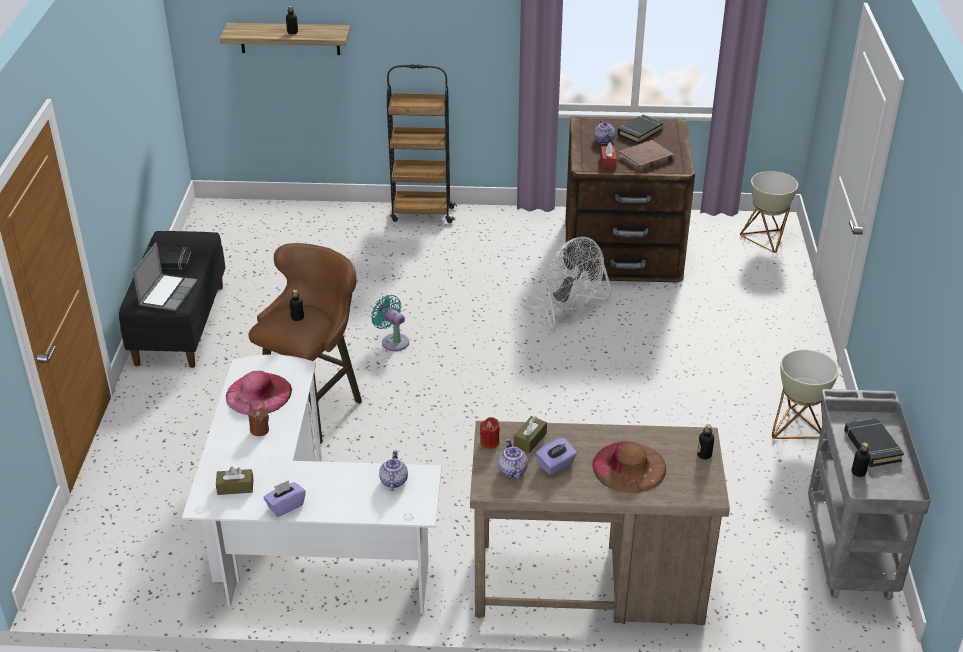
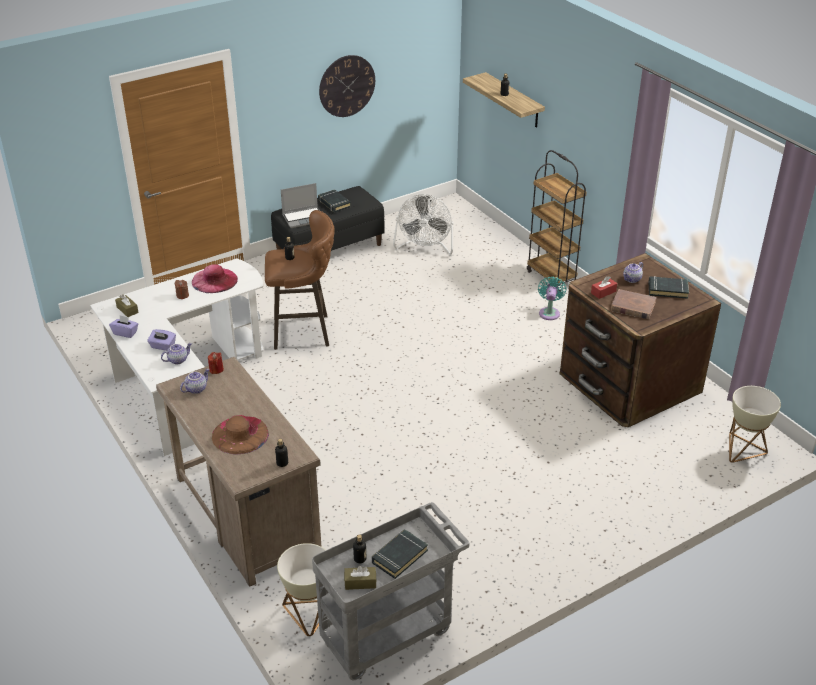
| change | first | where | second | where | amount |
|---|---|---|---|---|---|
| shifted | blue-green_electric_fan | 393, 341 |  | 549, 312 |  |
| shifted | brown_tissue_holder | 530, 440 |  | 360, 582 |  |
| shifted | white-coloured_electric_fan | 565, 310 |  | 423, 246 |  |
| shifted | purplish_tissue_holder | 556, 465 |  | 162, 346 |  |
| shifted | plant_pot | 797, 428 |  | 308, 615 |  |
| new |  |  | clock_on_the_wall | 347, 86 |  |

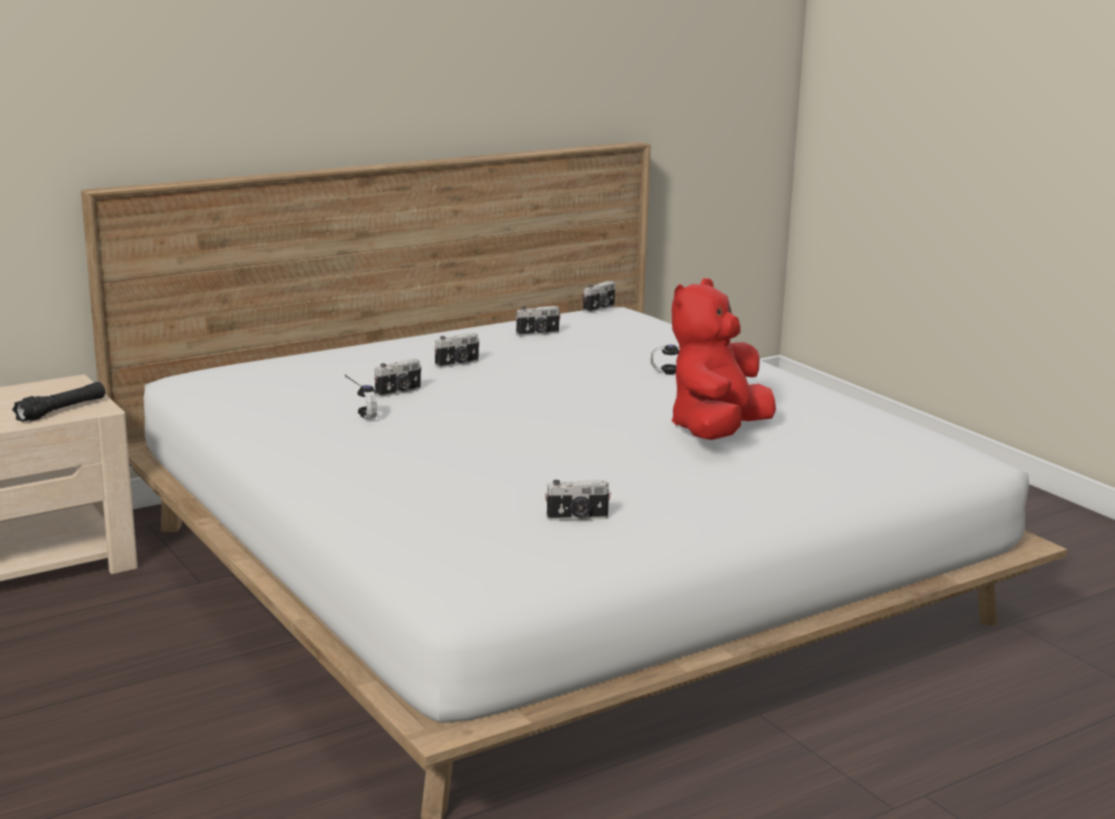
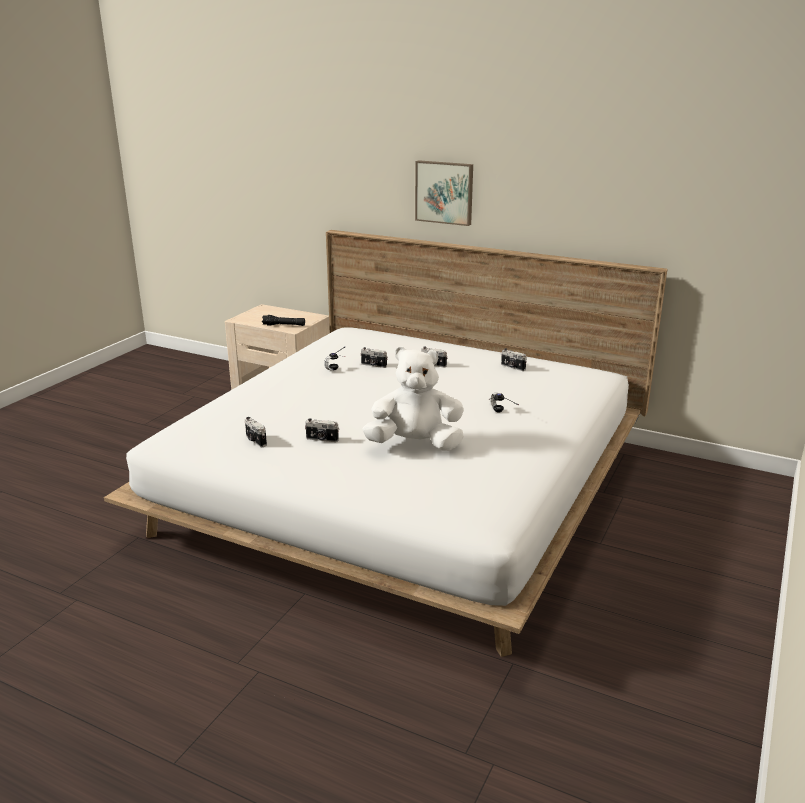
| change | first | where | second | where | amount |
|---|---|---|---|---|---|
| shifted | still_camera | 600, 308 |  | 322, 439 |  |
| repainted | red_cuddly_toy | 717, 432 | white-coloured_cuddly_toy | 415, 444 |  |
| new |  |  | picture | 444, 192 |  |

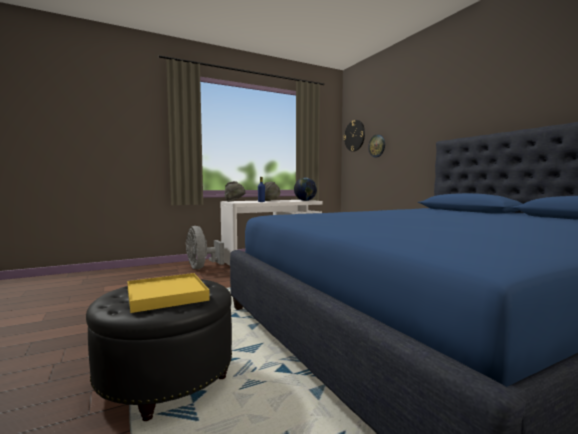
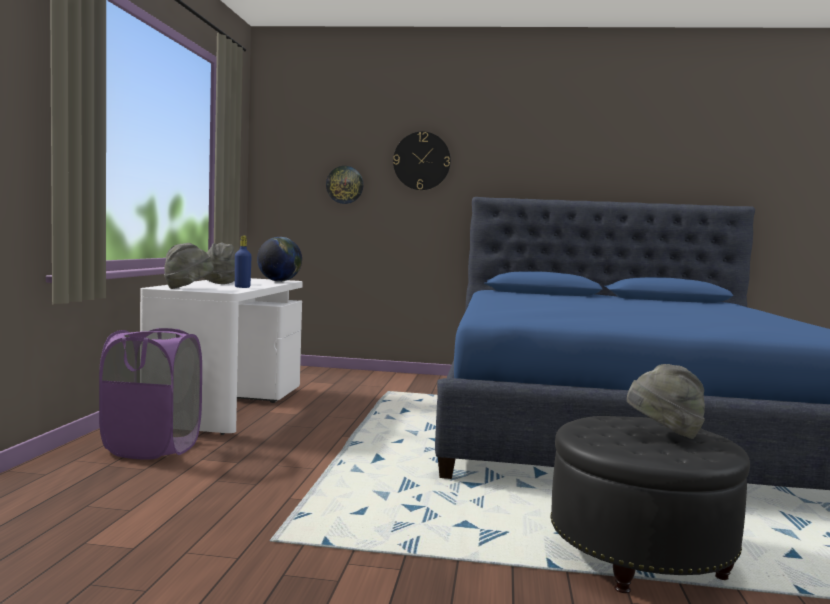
| change | first | where | second | where | amount |
|---|---|---|---|---|---|
| swapped | yellow-coloured_serving_tray | 166, 295 | grey_wearable_hat | 664, 435 |  |
| swapped | grey_electric_fan | 201, 267 | purplish_laundry_basket | 152, 448 |  |
| shifted | clock_on_the_wall | 354, 135 |  | 422, 161 |  |

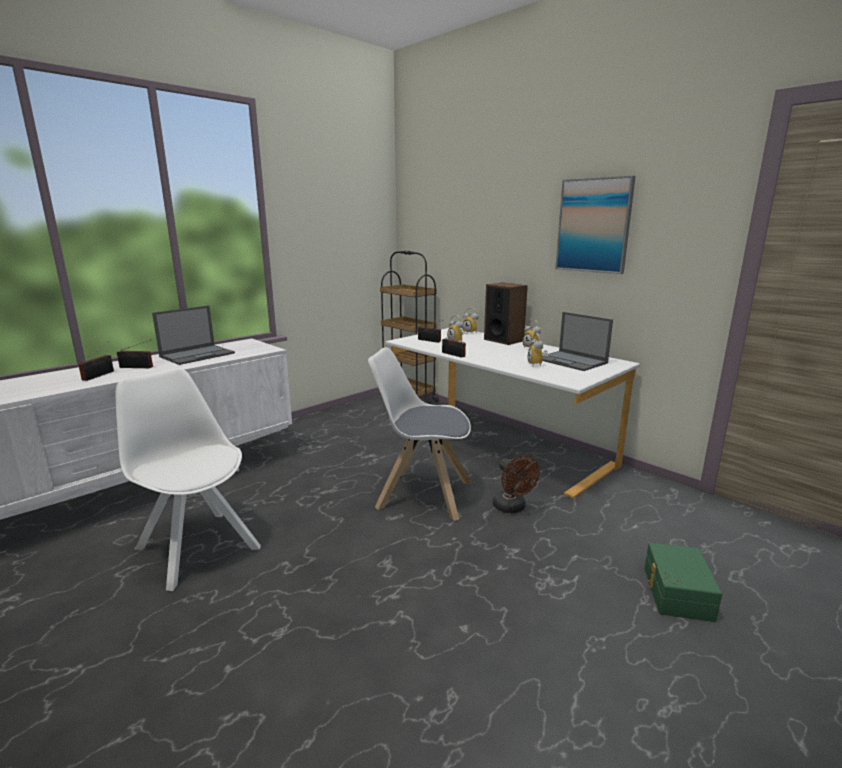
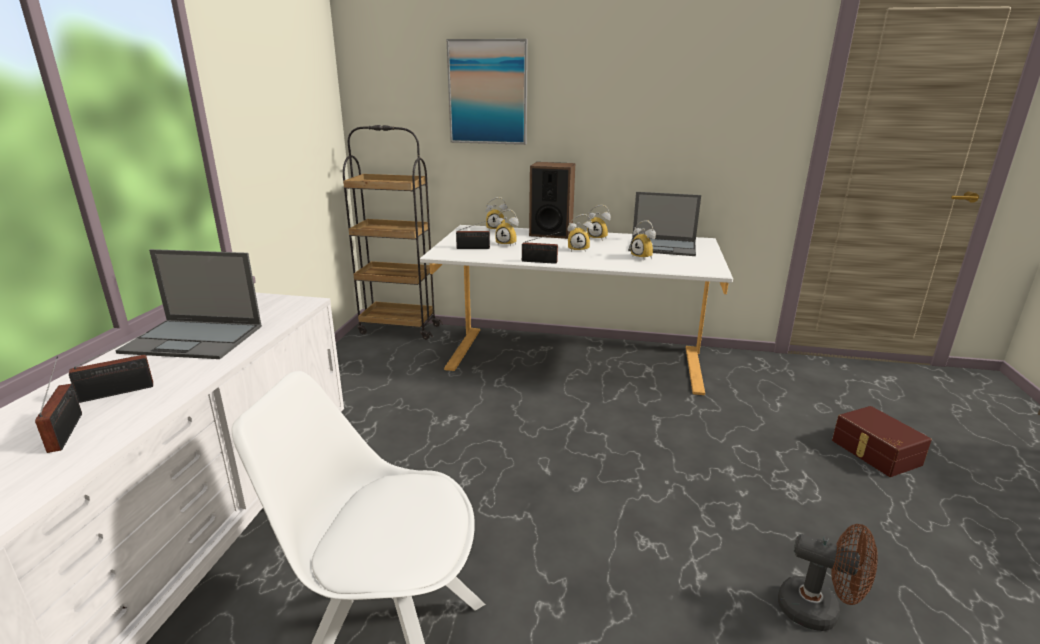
| change | first | where | second | where | amount |
|---|---|---|---|---|---|
| rotated | laptop | 198, 355 |  | 195, 339 | 90 degrees clockwise |
| gone | plain_chair | 421, 494 |  |  |  |
| shifted | brown_electric_fan | 512, 508 |  | 818, 611 |  |
| shifted | picture | 593, 225 |  | 488, 92 |  |
| repainted | green-coloured_storage_box | 675, 593 | brown_storage_box | 874, 453 |  |
| new |  |  | table_clock | 578, 249 |  |

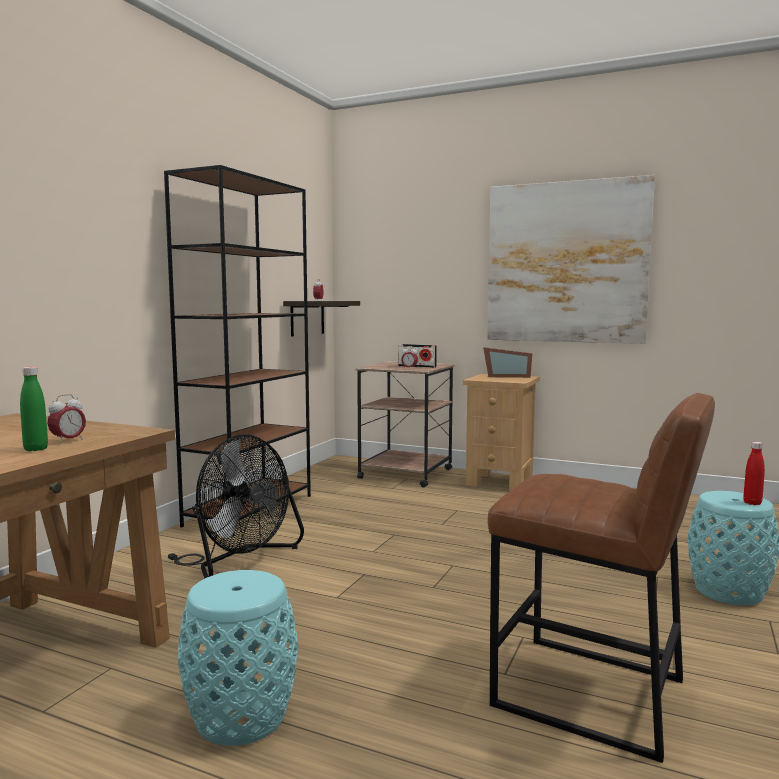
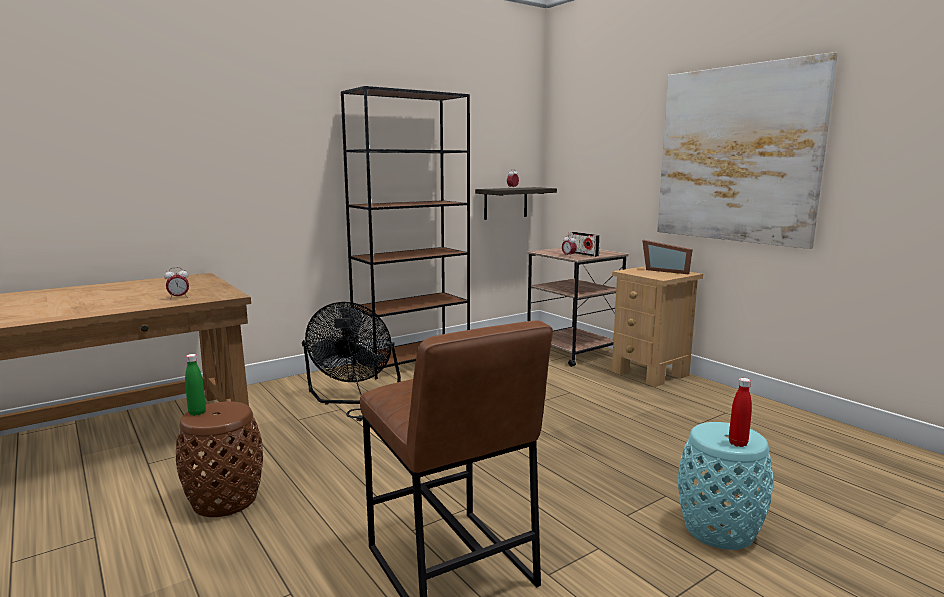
| change | first | where | second | where | amount |
|---|---|---|---|---|---|
| shifted | green-coloured_bottle | 36, 449 |  | 197, 413 |  |
| rotated | blackish_electric_fan | 235, 563 |  | 351, 399 | 150 degrees counterclockwise |
| repainted | blue-green_stool | 241, 718 | brown_stool | 224, 501 |  |

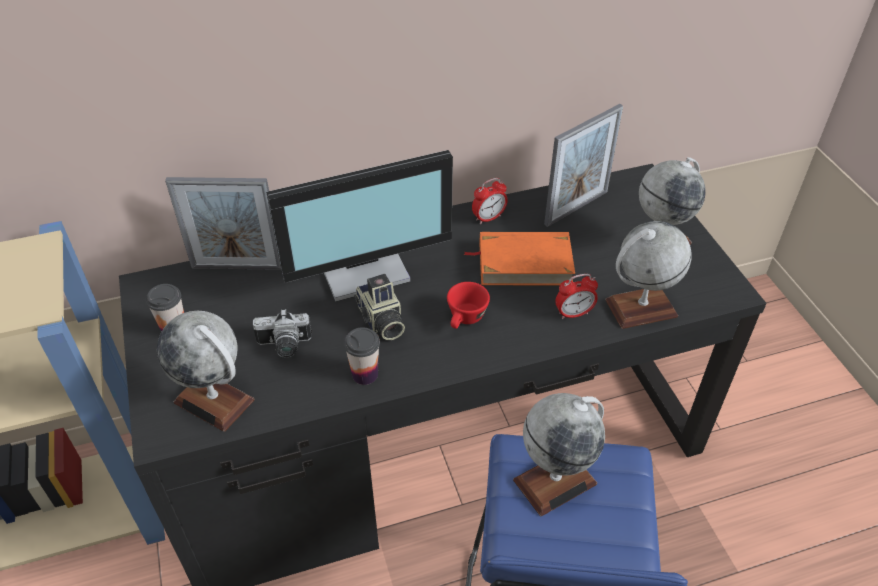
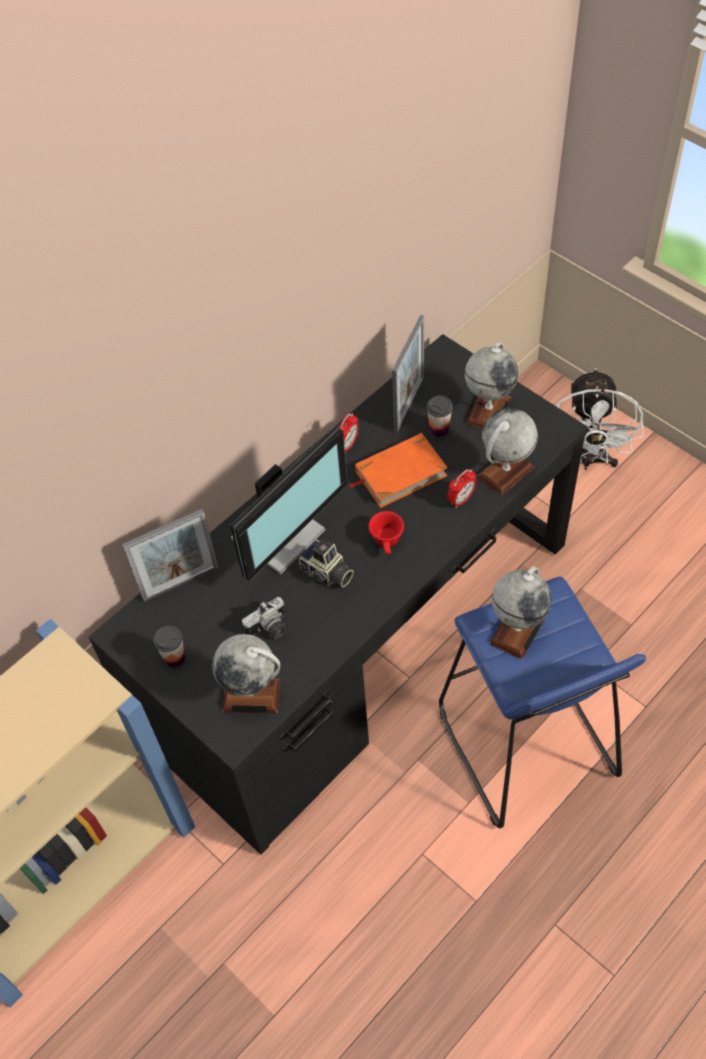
| change | first | where | second | where | amount |
|---|---|---|---|---|---|
| shifted | cup | 365, 374 |  | 439, 429 |  |
| new |  |  | white-coloured_electric_fan | 585, 460 |  |

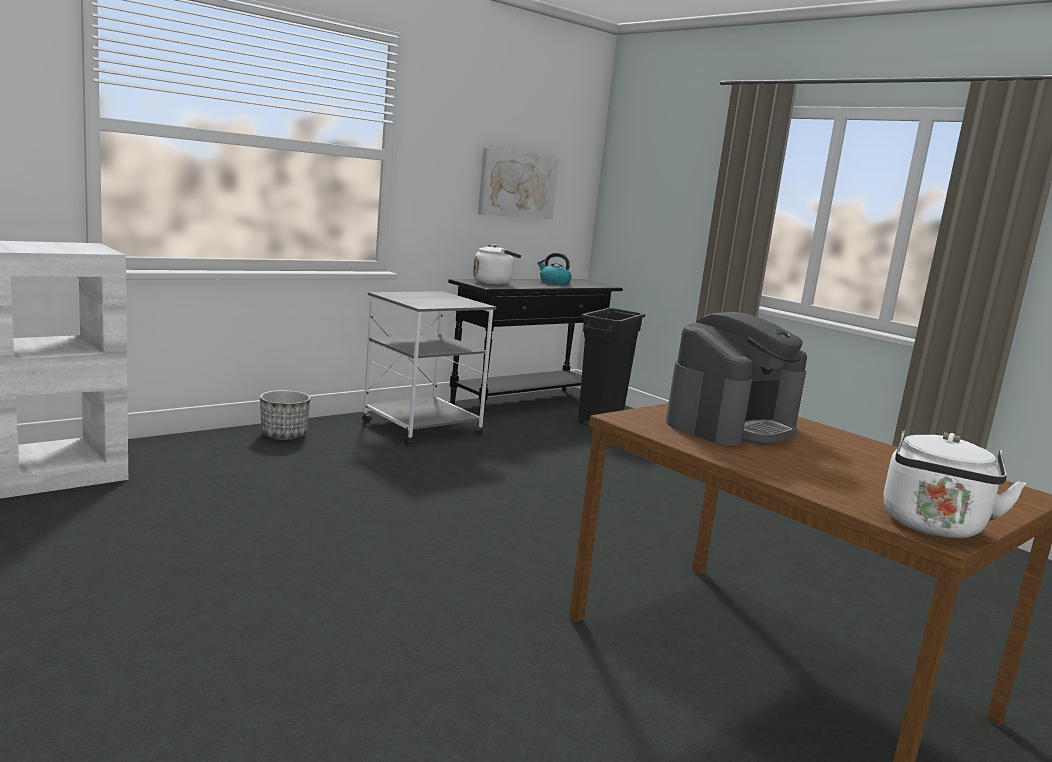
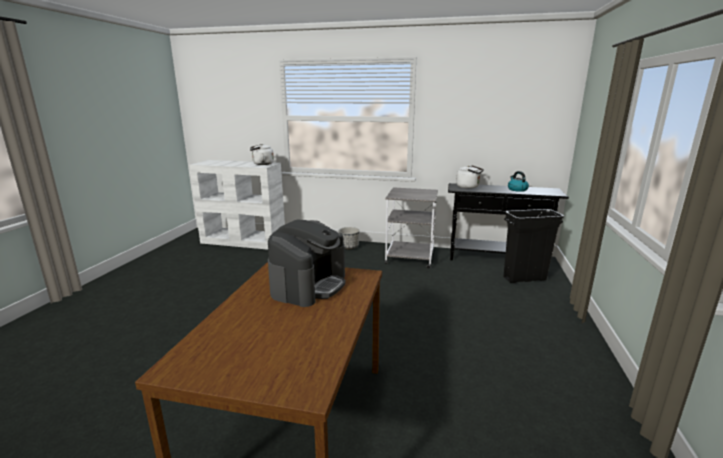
| change | first | where | second | where | amount |
|---|---|---|---|---|---|
| gone | picture | 517, 184 |  |  |  |
| rotated | coffee_maker | 731, 425 |  | 309, 285 | 75 degrees counterclockwise |
| shifted | white-coloured_kettle | 933, 527 |  | 262, 164 |  |

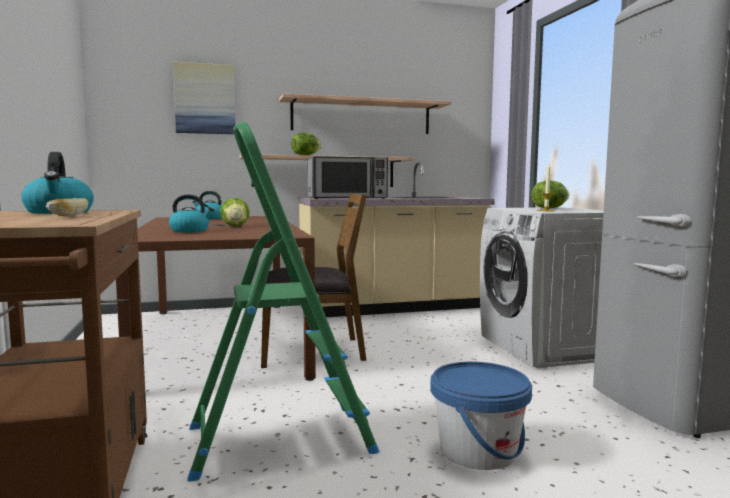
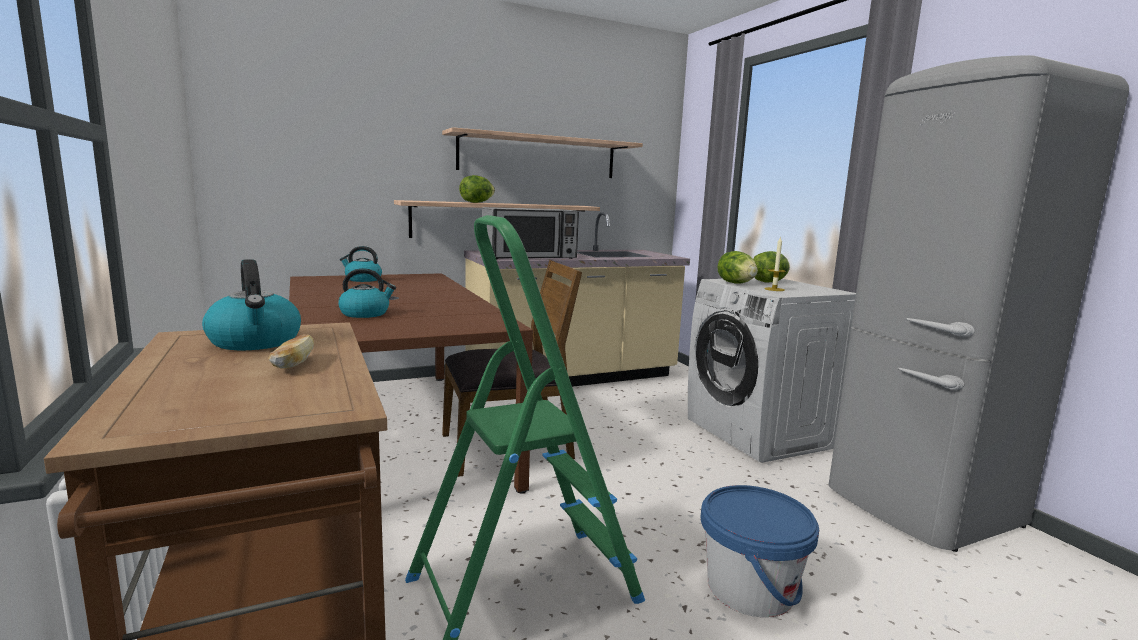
| change | first | where | second | where | amount |
|---|---|---|---|---|---|
| gone | picture | 205, 99 |  |  |  |
| shifted | head_of_lettuce | 235, 226 |  | 736, 283 |  |

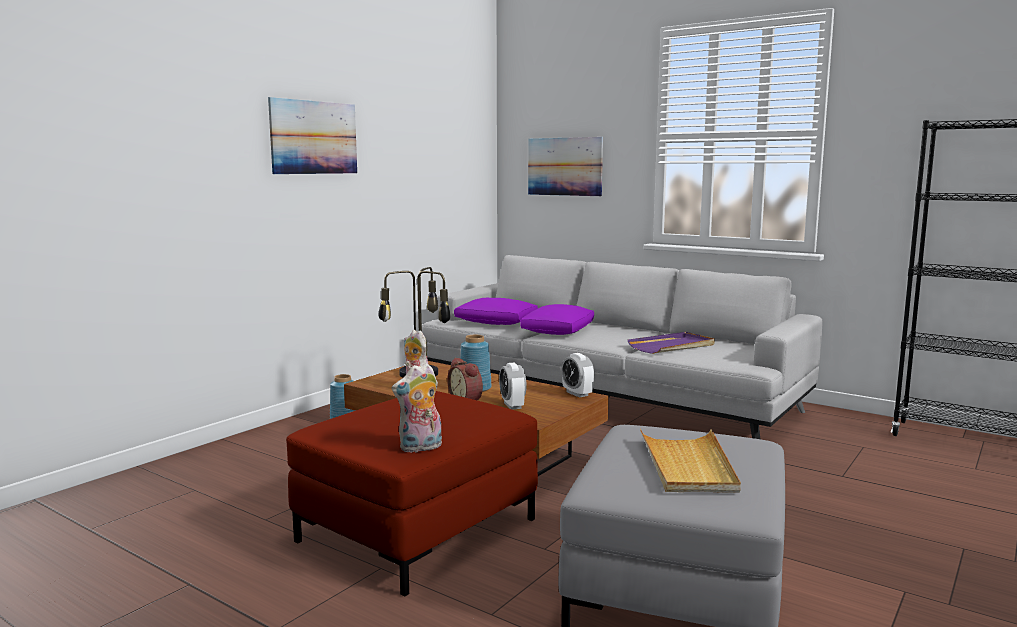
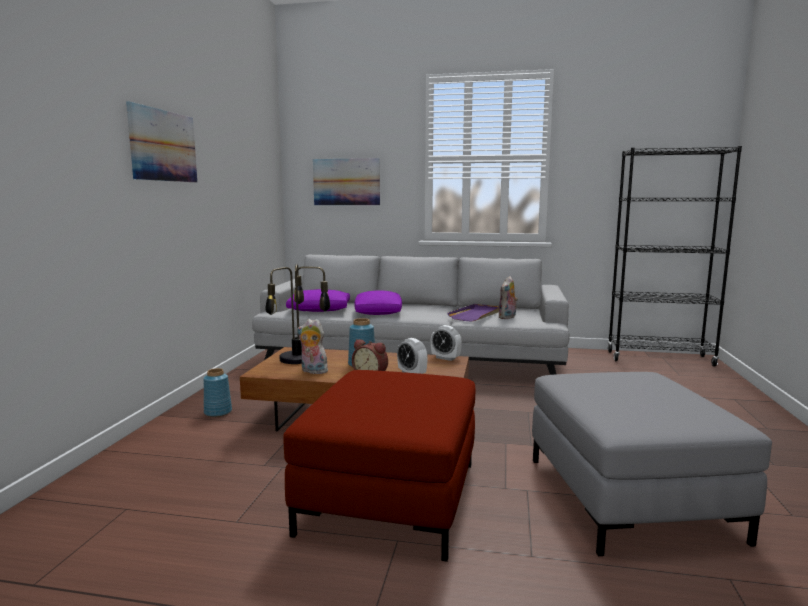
| change | first | where | second | where | amount |
|---|---|---|---|---|---|
| shifted | cuddly_toy | 420, 448 |  | 507, 317 |  |
| gone | beige_serving_tray | 687, 465 |  |  |  |

